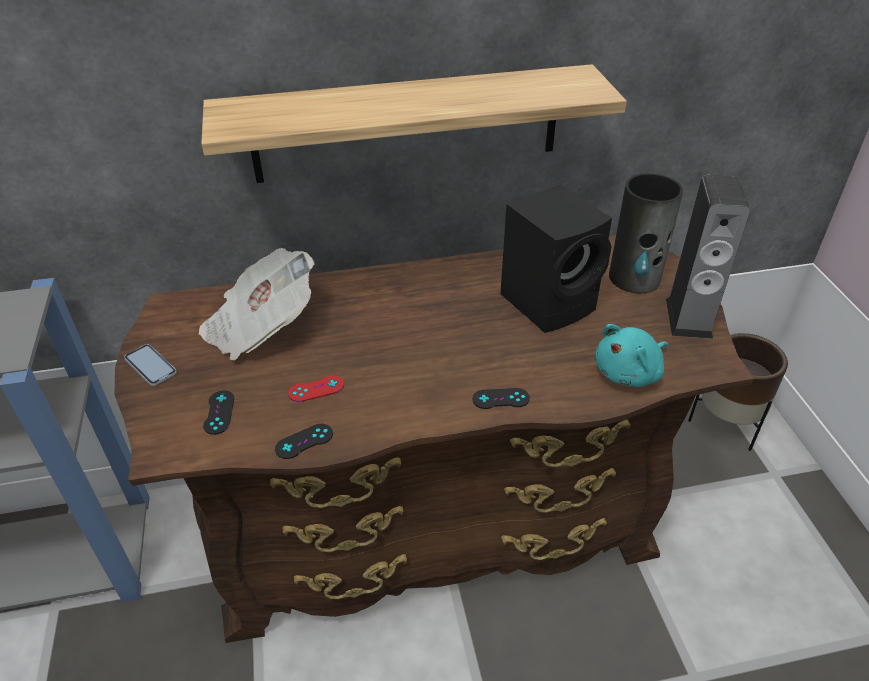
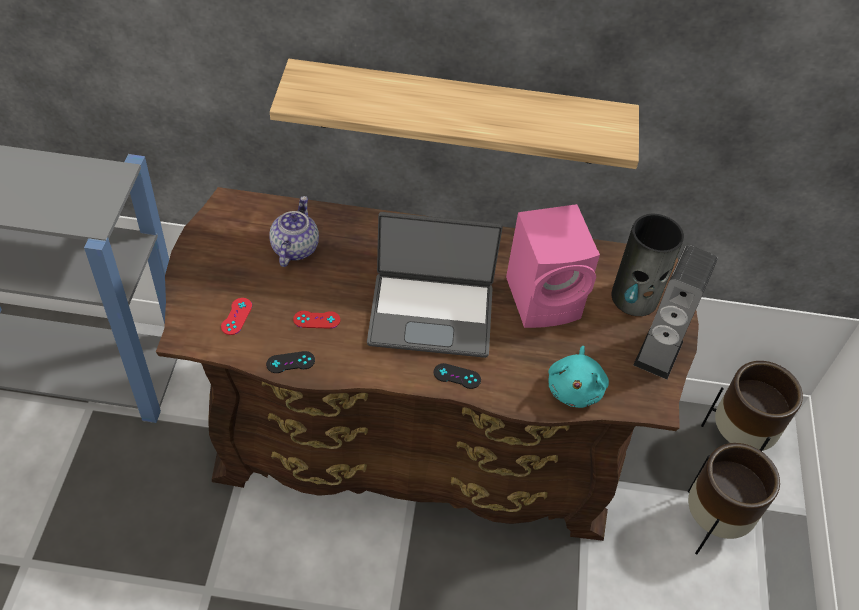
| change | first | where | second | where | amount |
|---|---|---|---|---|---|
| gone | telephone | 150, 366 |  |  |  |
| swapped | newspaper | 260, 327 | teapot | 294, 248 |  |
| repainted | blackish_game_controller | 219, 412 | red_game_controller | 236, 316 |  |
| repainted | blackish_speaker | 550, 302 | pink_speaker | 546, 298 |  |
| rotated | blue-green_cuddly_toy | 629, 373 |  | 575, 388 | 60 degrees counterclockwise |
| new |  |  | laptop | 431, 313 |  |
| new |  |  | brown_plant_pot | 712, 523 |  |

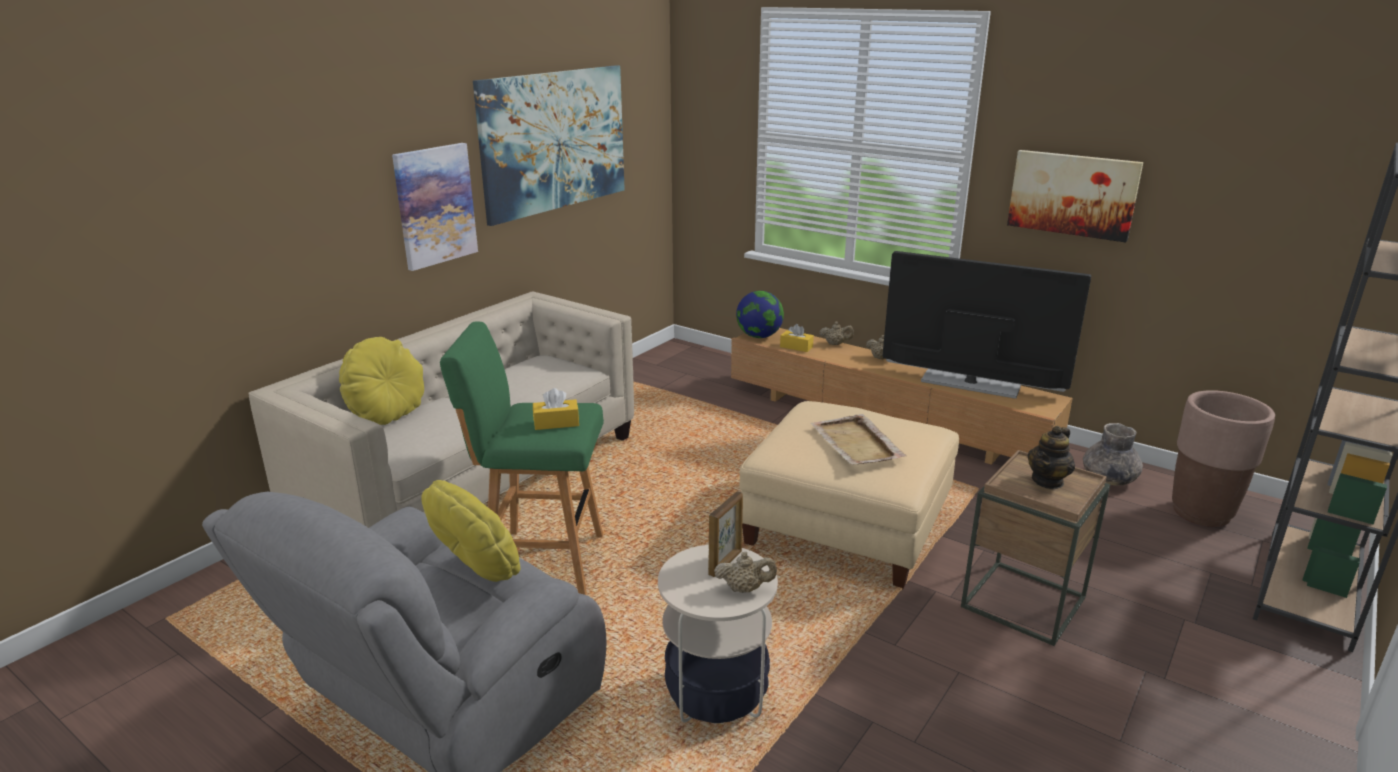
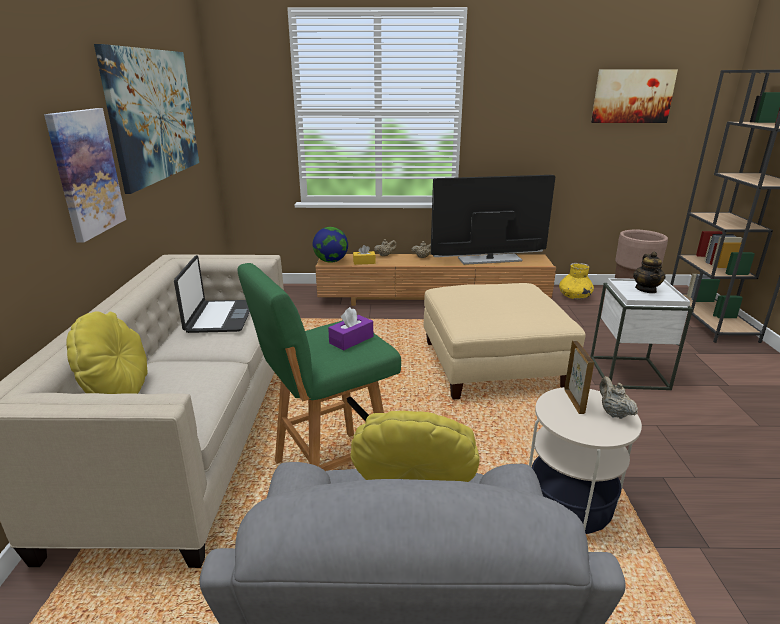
| change | first | where | second | where | amount |
|---|---|---|---|---|---|
| repainted | yellow-coloured_tissue_holder | 556, 423 | purplish_tissue_holder | 351, 340 |  |
| rotated | beige_teapot | 744, 589 |  | 613, 413 | 75 degrees counterclockwise |
| gone | beige_serving_tray | 856, 443 |  |  |  |
| repainted | brown_end_table | 1024, 602 | white-coloured_end_table | 628, 373 |  |
| shifted | picture | 1072, 194 |  | 632, 96 |  |
| repainted | grey_decorative_vase | 1108, 478 | yellow-coloured_decorative_vase | 574, 297 |  |
| new |  |  | laptop | 219, 317 |  |

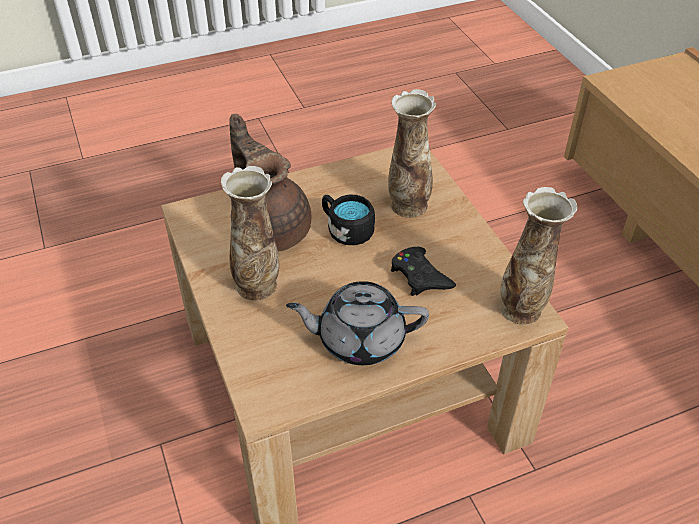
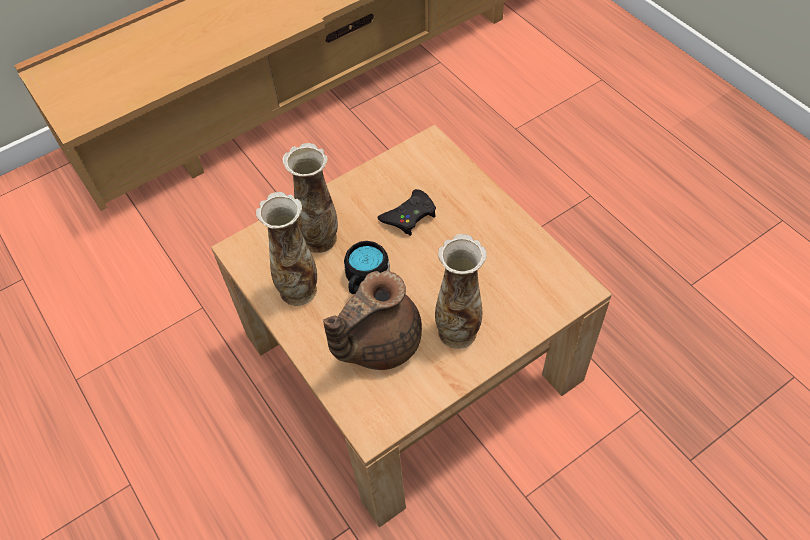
| change | first | where | second | where | amount |
|---|---|---|---|---|---|
| gone | grey_teapot | 359, 339 |  |  |  |
| shifted | decorative_vase | 522, 309 |  | 299, 289 |  |

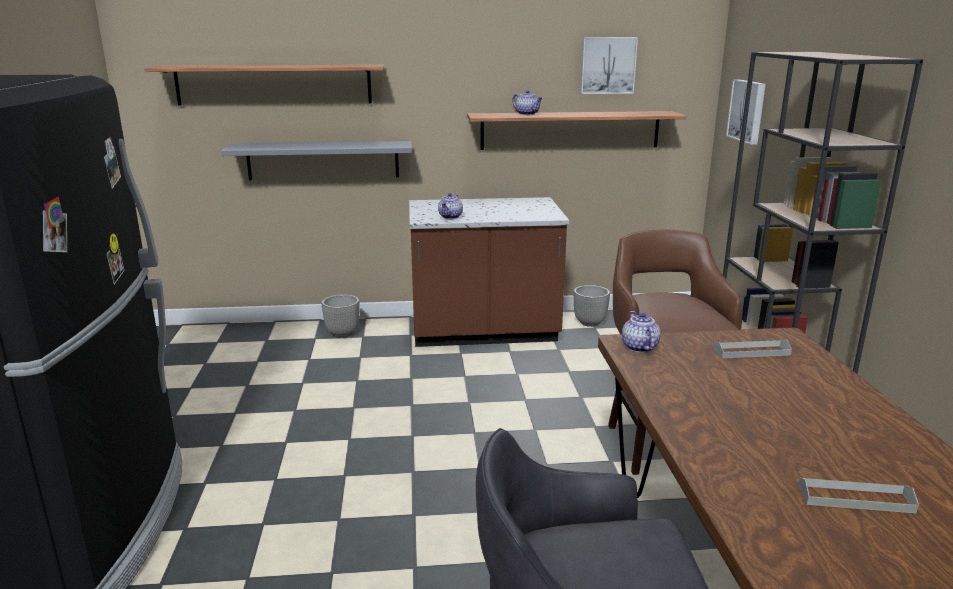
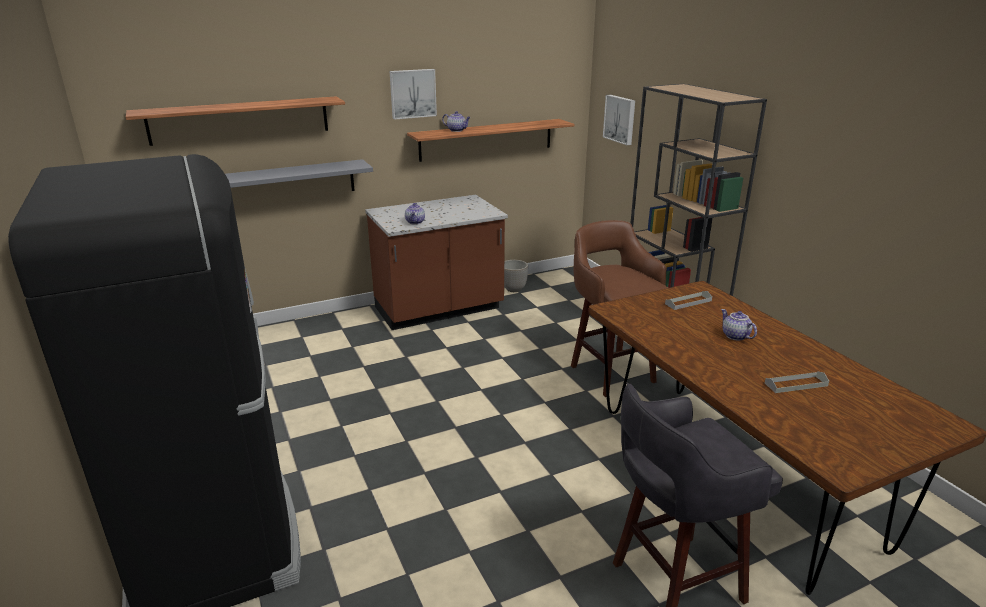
| change | first | where | second | where | amount |
|---|---|---|---|---|---|
| gone | plant_pot | 342, 333 |  |  |  |
| shifted | picture | 607, 65 |  | 412, 93 |  |
| shifted | teapot | 638, 347 |  | 734, 336 |  |

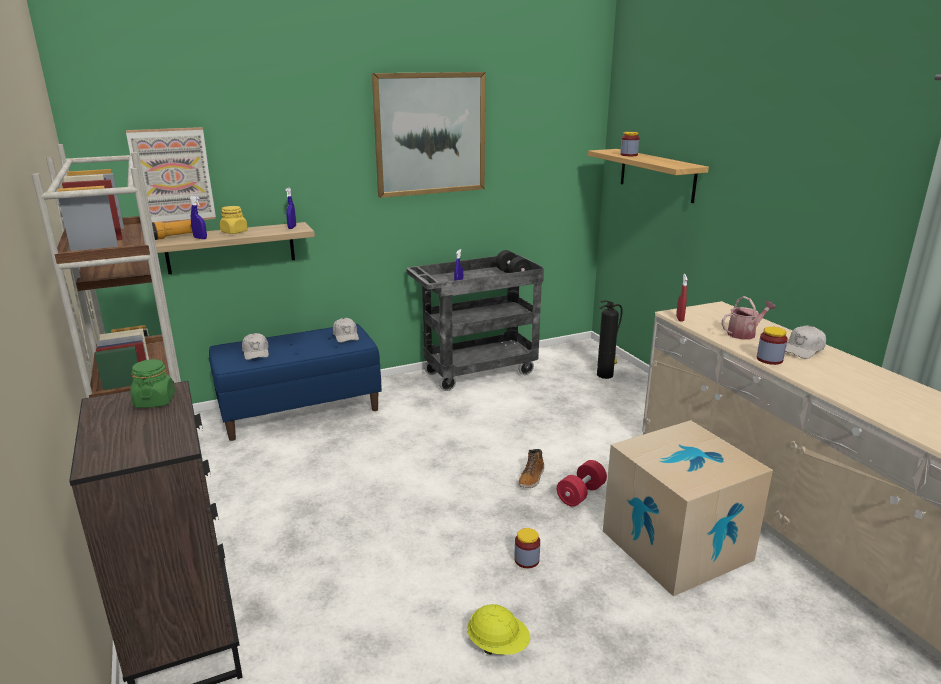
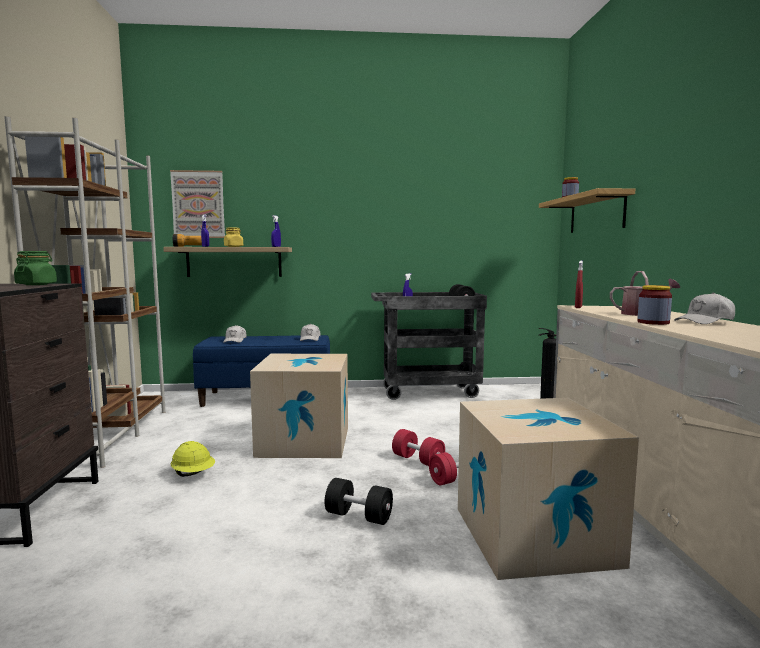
| change | first | where | second | where | amount |
|---|---|---|---|---|---|
| gone | picture | 430, 134 |  |  |  |
| shifted | yellow-coloured_hard_hat | 498, 645 |  | 194, 474 |  |
| swapped | preserve_jar | 526, 560 | blackish_hand_weight | 359, 516 |  |
| swapped | boot | 531, 478 | red_hand_weight | 418, 460 |  |
| new |  |  | carton | 304, 441 |  |

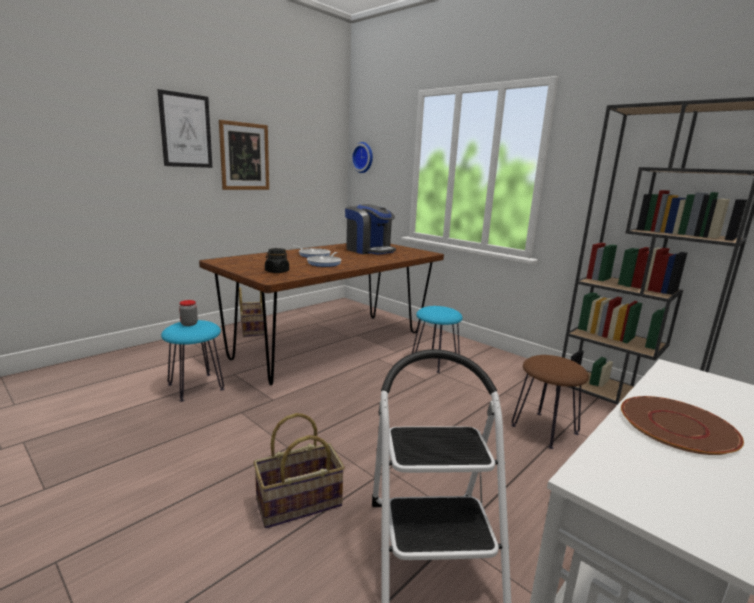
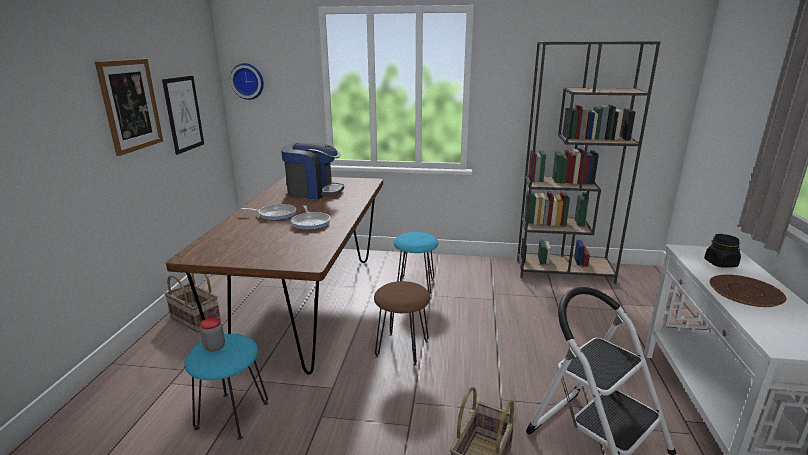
| change | first | where | second | where | amount |
|---|---|---|---|---|---|
| shifted | picture | 186, 130 |  | 183, 114 |  |
| shifted | blackish_preserve_jar | 277, 271 |  | 720, 263 |  |
| shifted | brown_stool | 544, 429 |  | 402, 349 |  |

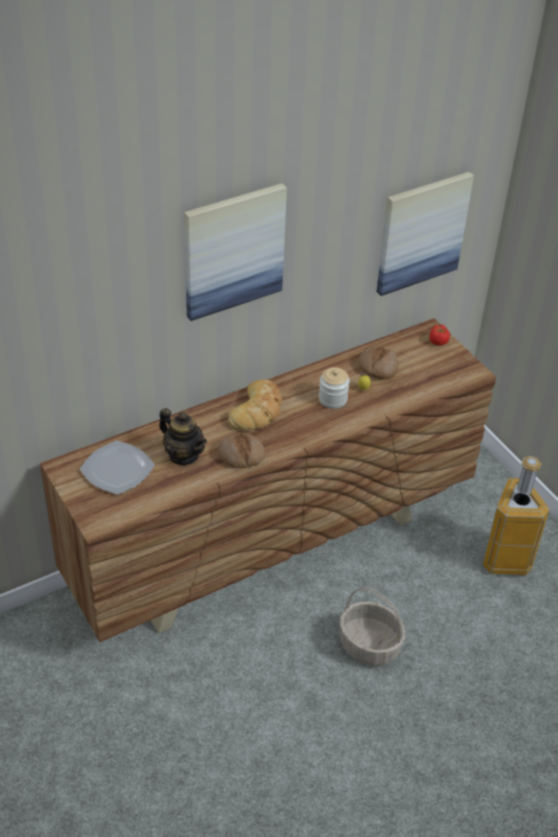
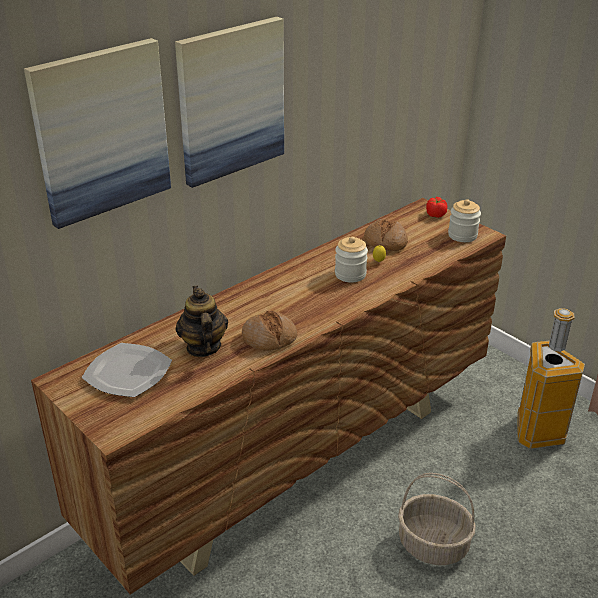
| change | first | where | second | where | amount |
|---|---|---|---|---|---|
| rotated | teapot | 183, 455 |  | 203, 347 | 135 degrees counterclockwise |
| gone | bakery_bread | 258, 410 |  |  |  |
| shifted | picture | 421, 232 |  | 101, 132 |  |
| new |  |  | preserve_jar | 462, 235 |  |

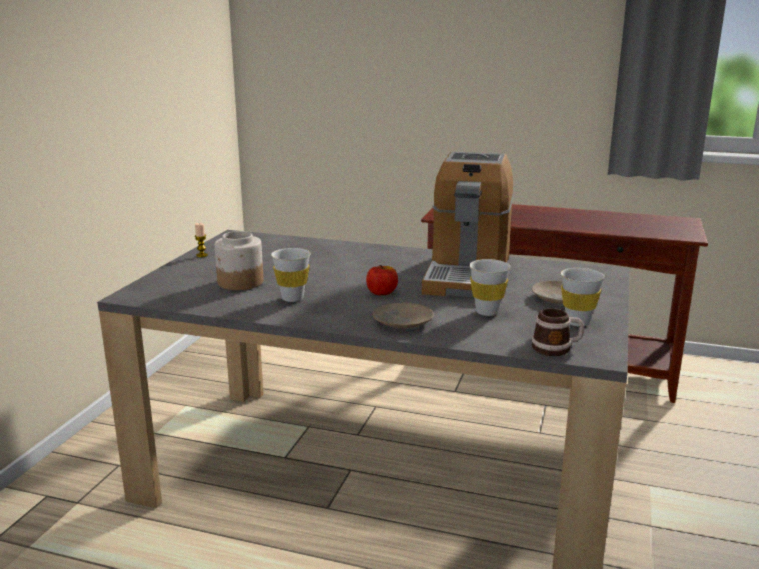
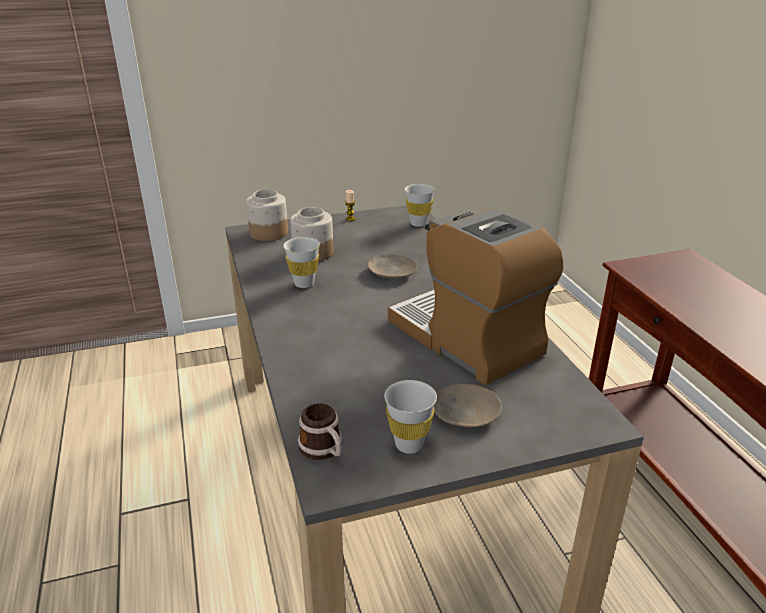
| change | first | where | second | where | amount |
|---|---|---|---|---|---|
| gone | apple_fruit | 381, 292 |  |  |  |
| shifted | beige_flat_dish | 402, 322 |  | 392, 272 |  |
| rotated | coffee_maker | 468, 274 |  | 466, 339 | 75 degrees clockwise |
| shifted | white-coloured_cup | 487, 312 |  | 418, 223 |  |
| new |  |  | preserve_jar | 268, 233 |  |

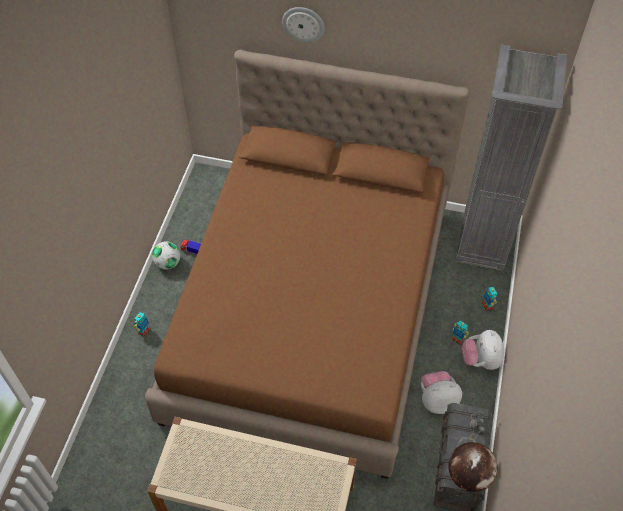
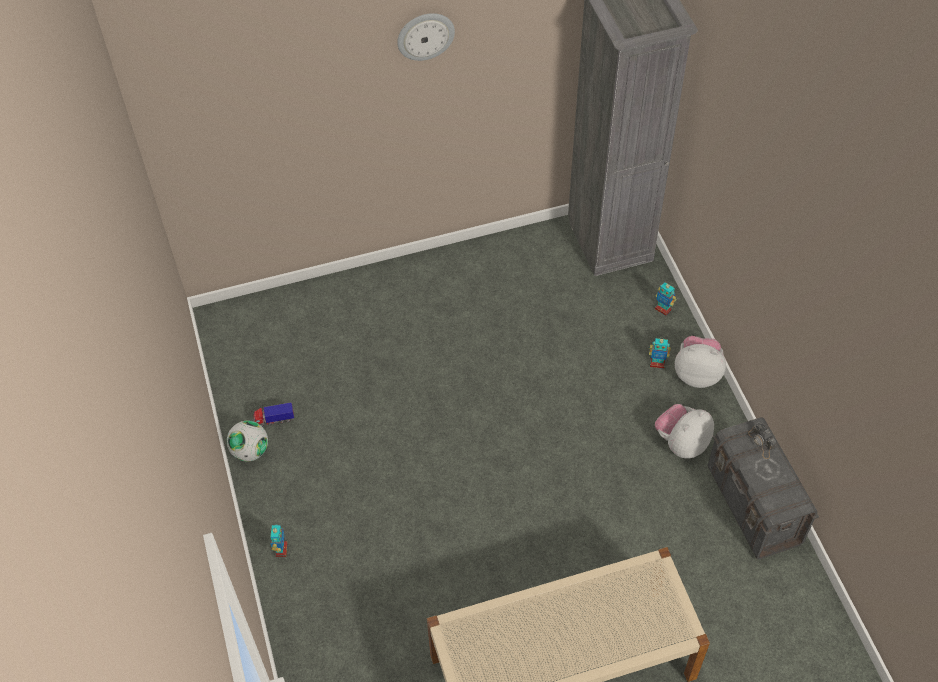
| change | first | where | second | where | amount |
|---|---|---|---|---|---|
| gone | brown_bedroom_bed | 312, 310 |  |  |  |
| shifted | clock_on_the_wall | 303, 24 |  | 425, 35 |  |
| gone | world_globe | 469, 475 |  |  |  |
| rotated | cuddly_toy | 480, 360 |  | 697, 373 | 135 degrees clockwise |

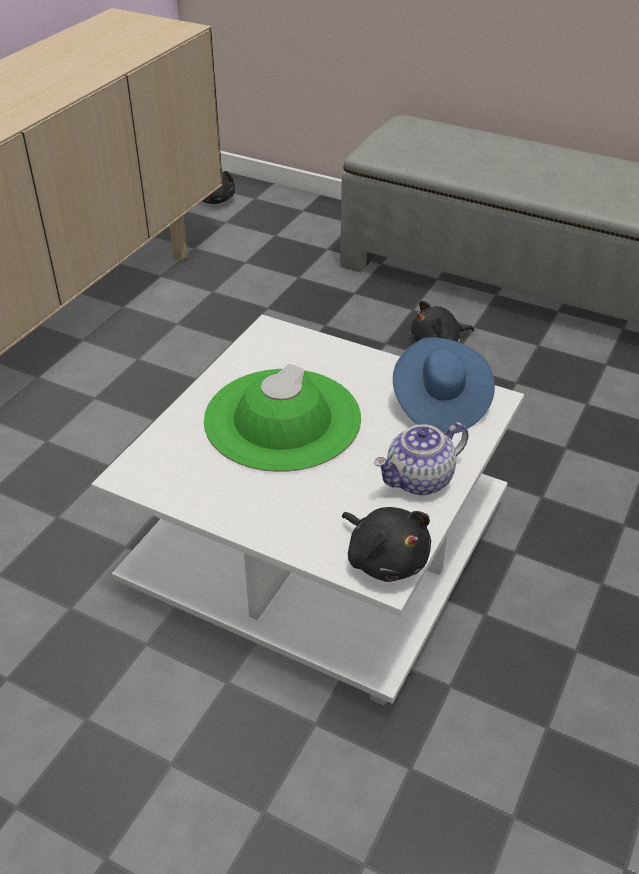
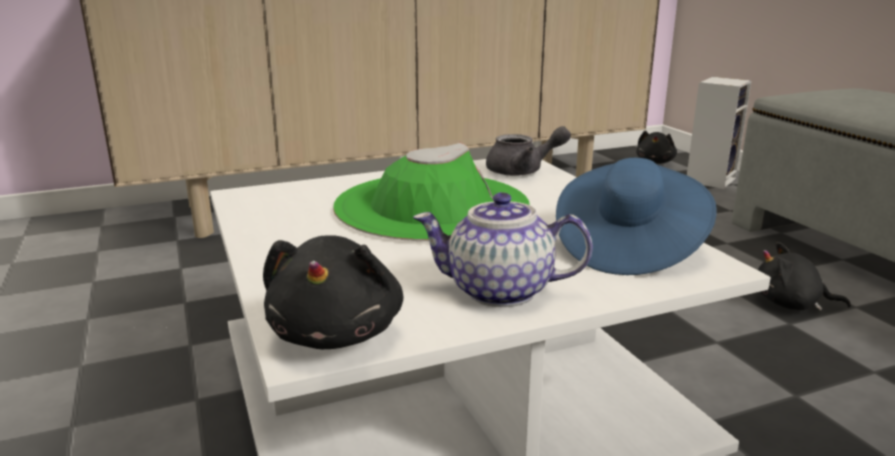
| change | first | where | second | where | amount |
|---|---|---|---|---|---|
| new |  |  | grey_teapot | 523, 171 |  |
| new |  |  | speaker | 710, 179 |  |

